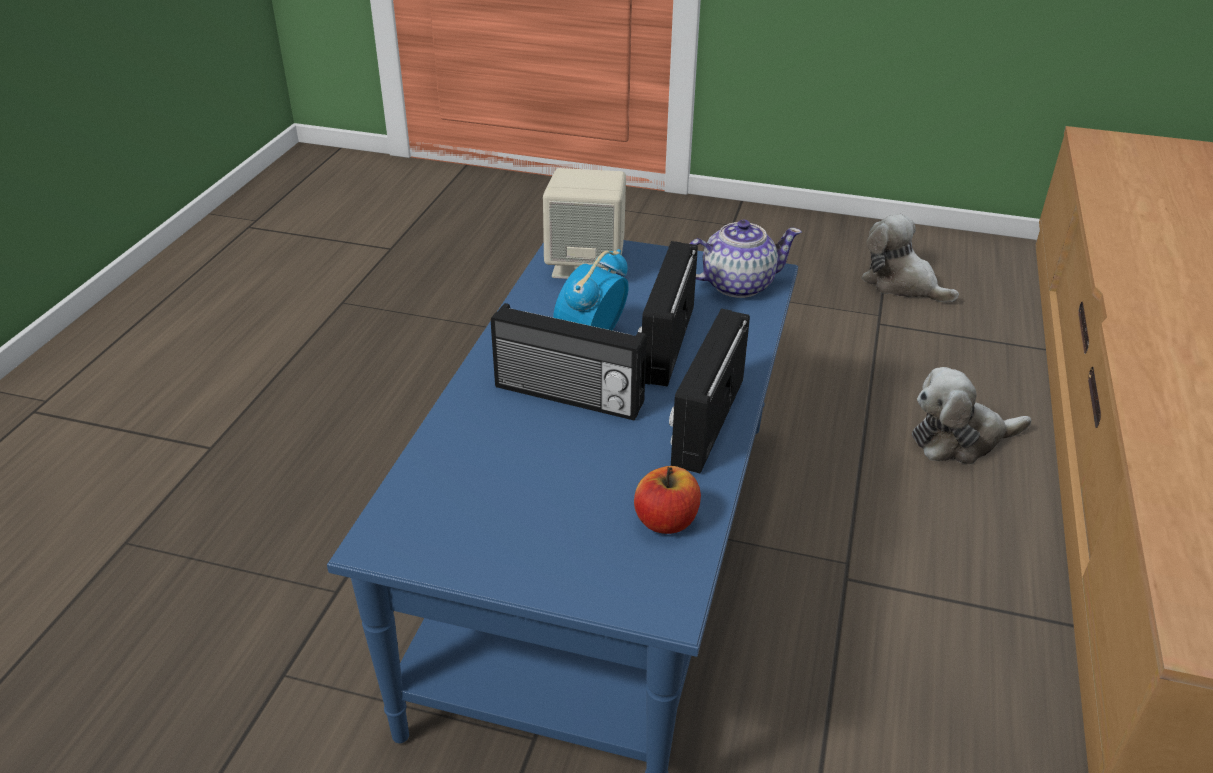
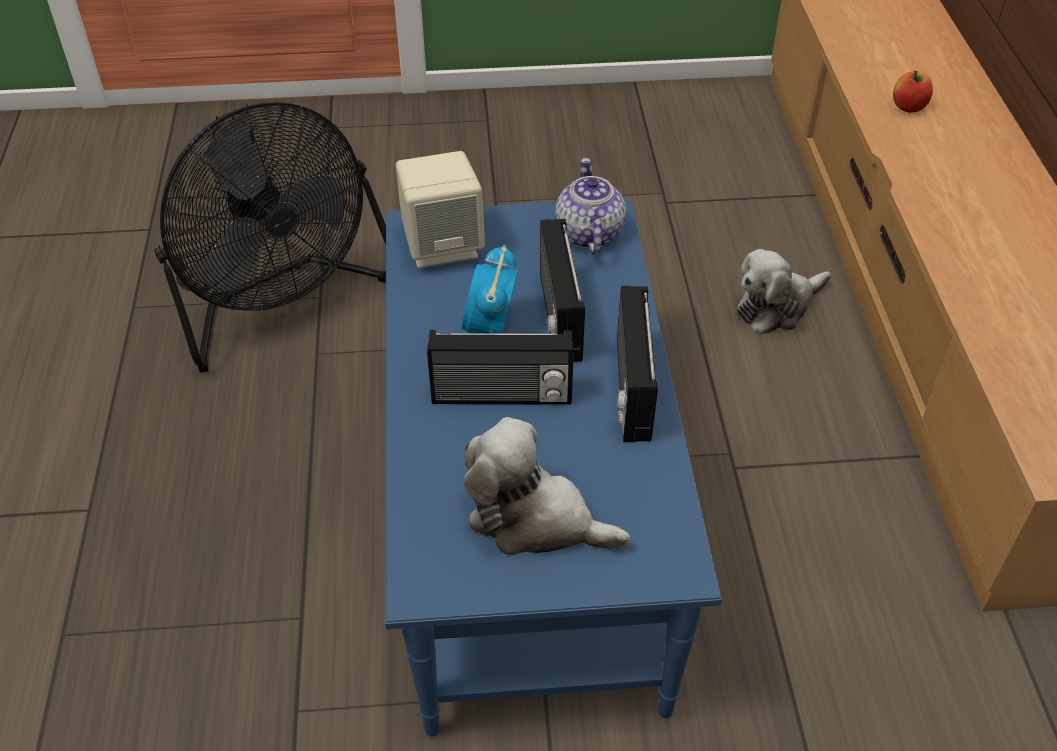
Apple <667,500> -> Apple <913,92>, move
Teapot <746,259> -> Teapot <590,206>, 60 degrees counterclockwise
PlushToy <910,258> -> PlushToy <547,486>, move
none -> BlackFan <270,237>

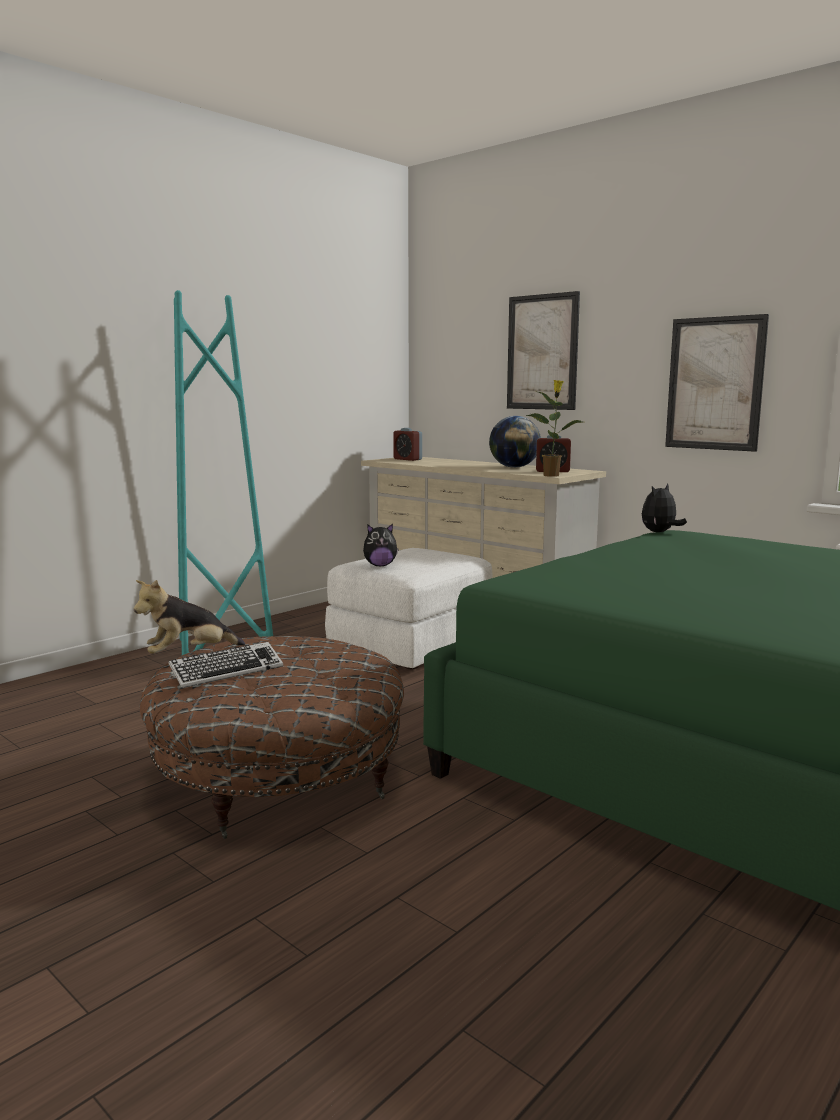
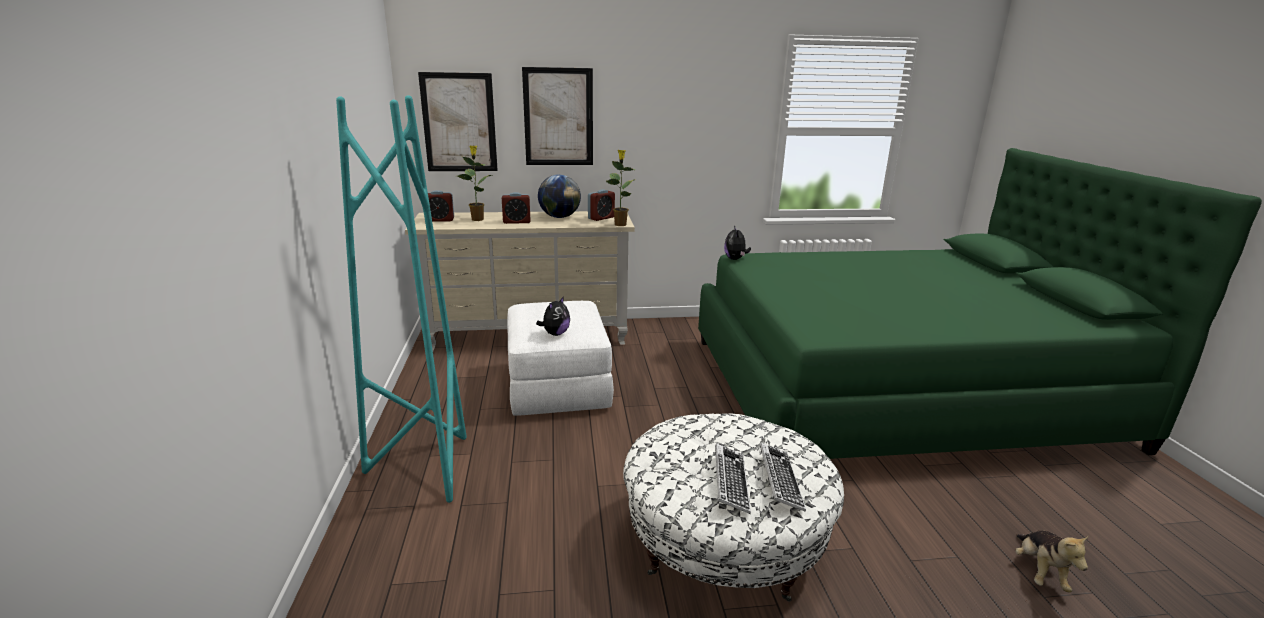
PlushToy <189,617> -> PlushToy <1052,561>, move
BrownOttoman <272,737> -> WhiteOttoman <733,507>
Picture <717,383> -> Picture <458,121>, move
none -> PottedPlant <475,183>
none -> AlarmClock <516,208>
none -> Keyboard <783,477>

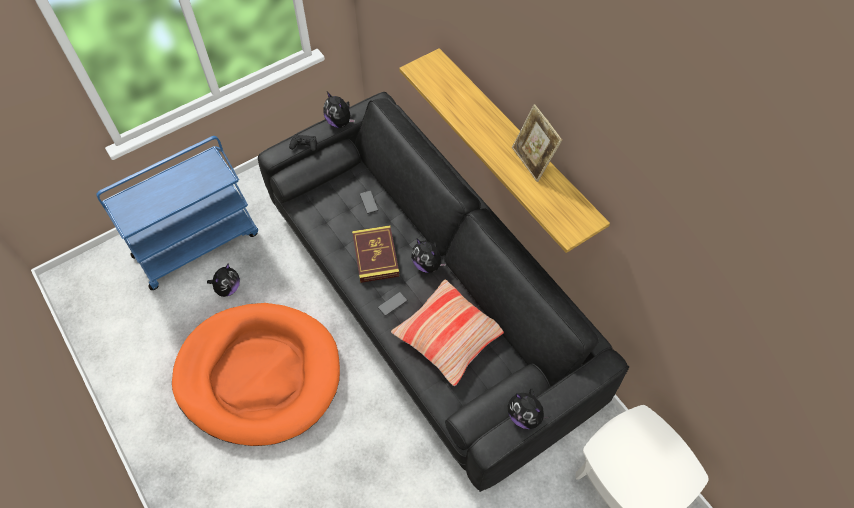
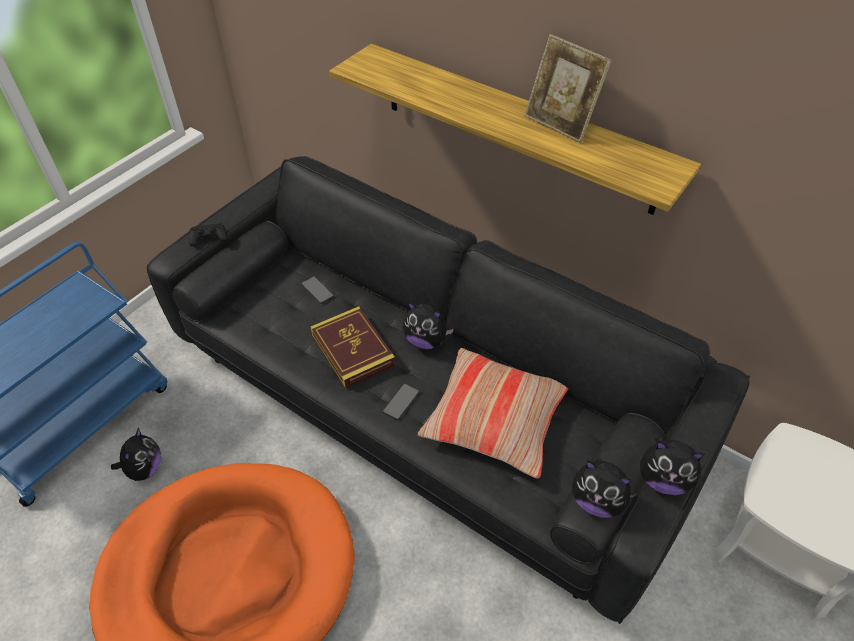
PlushToy <339,110> -> PlushToy <605,488>, move

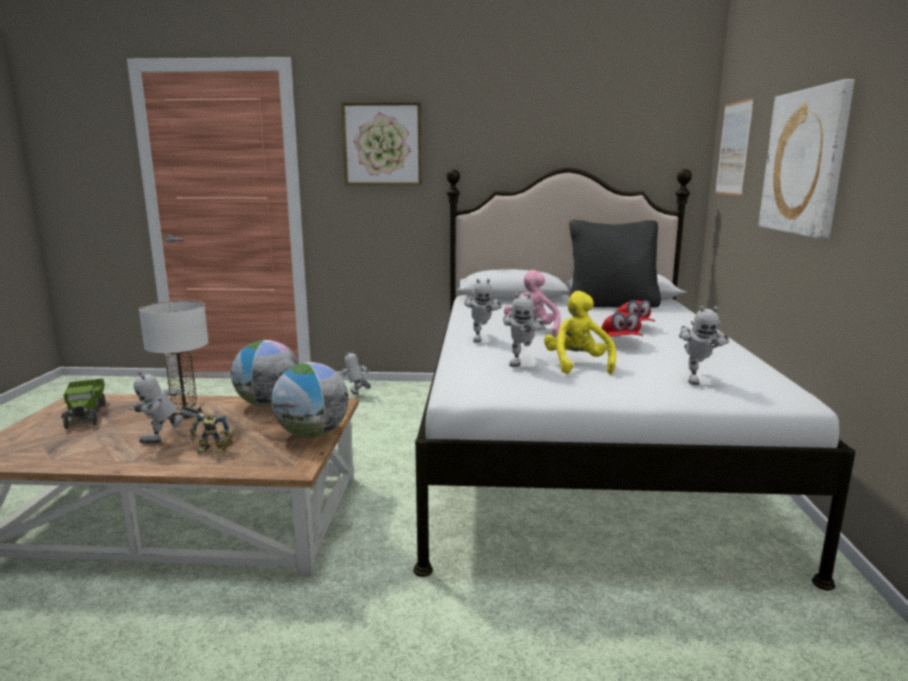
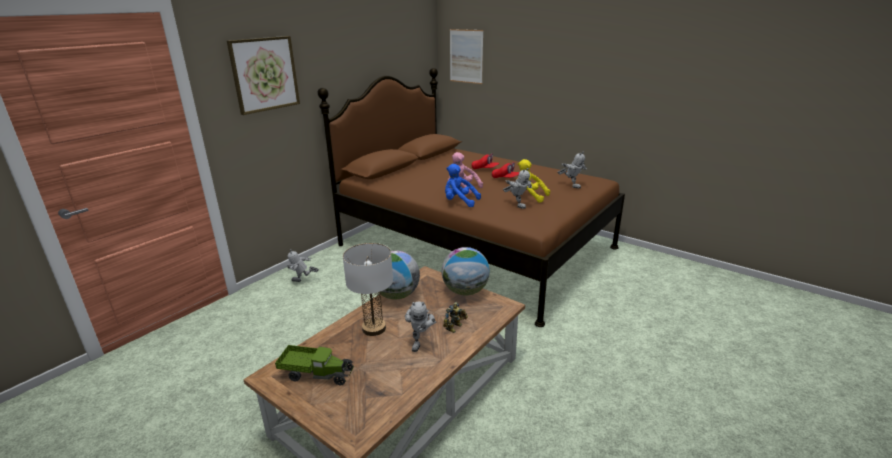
WhiteBed <634,379> -> BrownBed <471,197>
ToyRobot <483,311> -> BluePlushToy <463,185>
BlackPillow <615,264> -> none
Picture <806,159> -> none

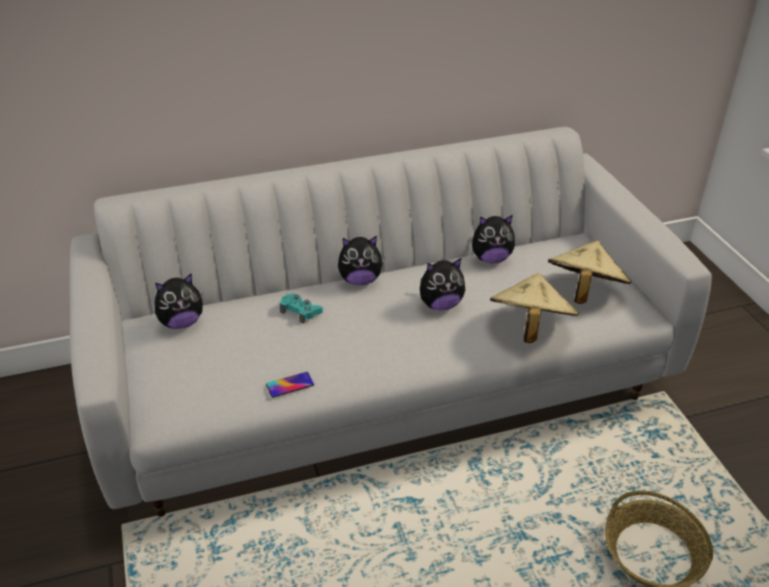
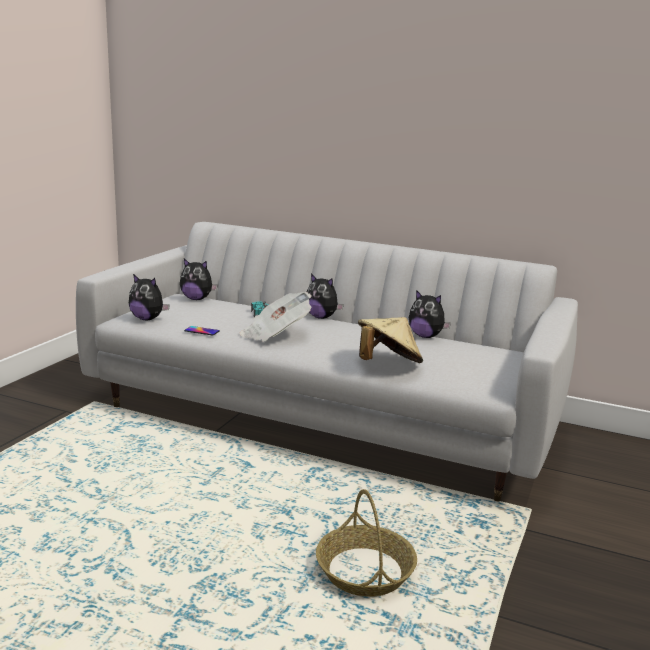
PlushToy <442,284> -> PlushToy <149,297>, move
BeigeHat <589,272> -> none
none -> Newspaper <276,316>

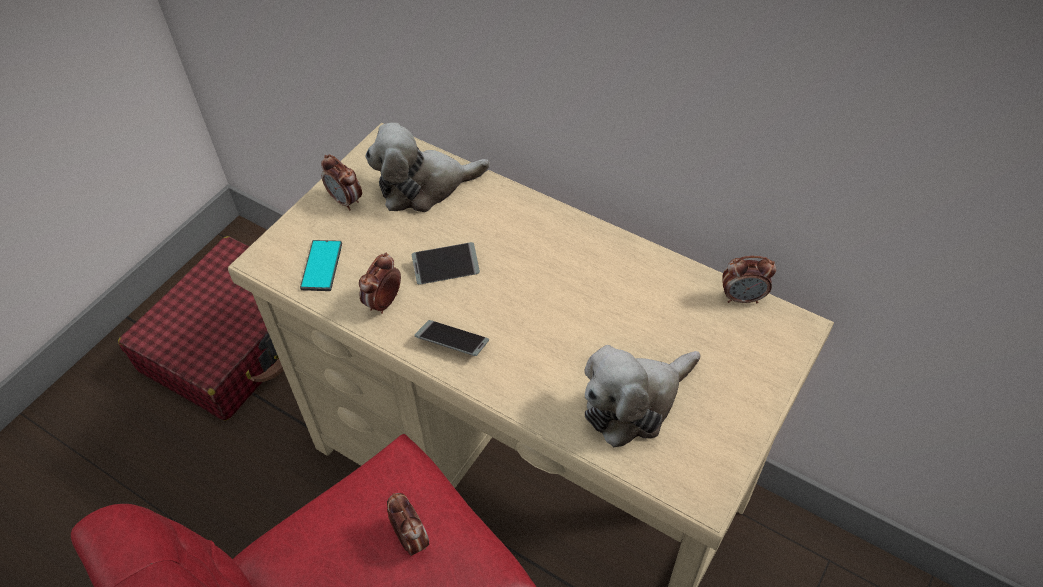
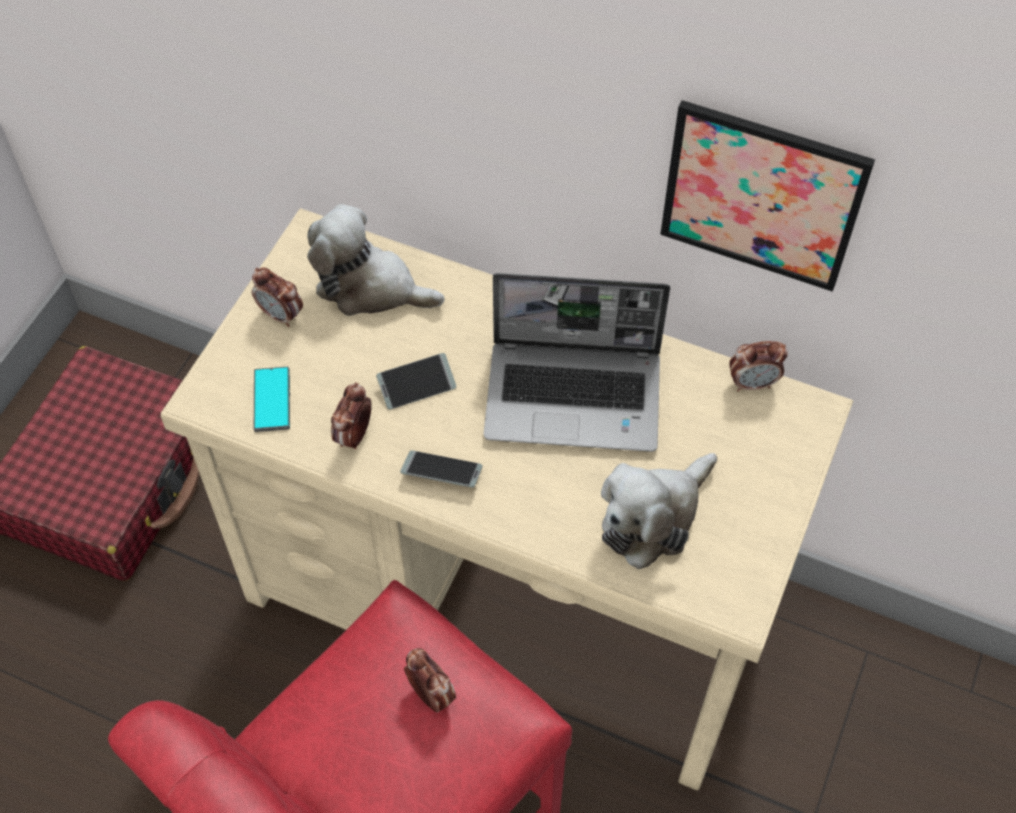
PlushToy <427,167> -> PlushToy <376,260>, 45 degrees clockwise
none -> Laptop <577,362>
none -> Picture <767,196>

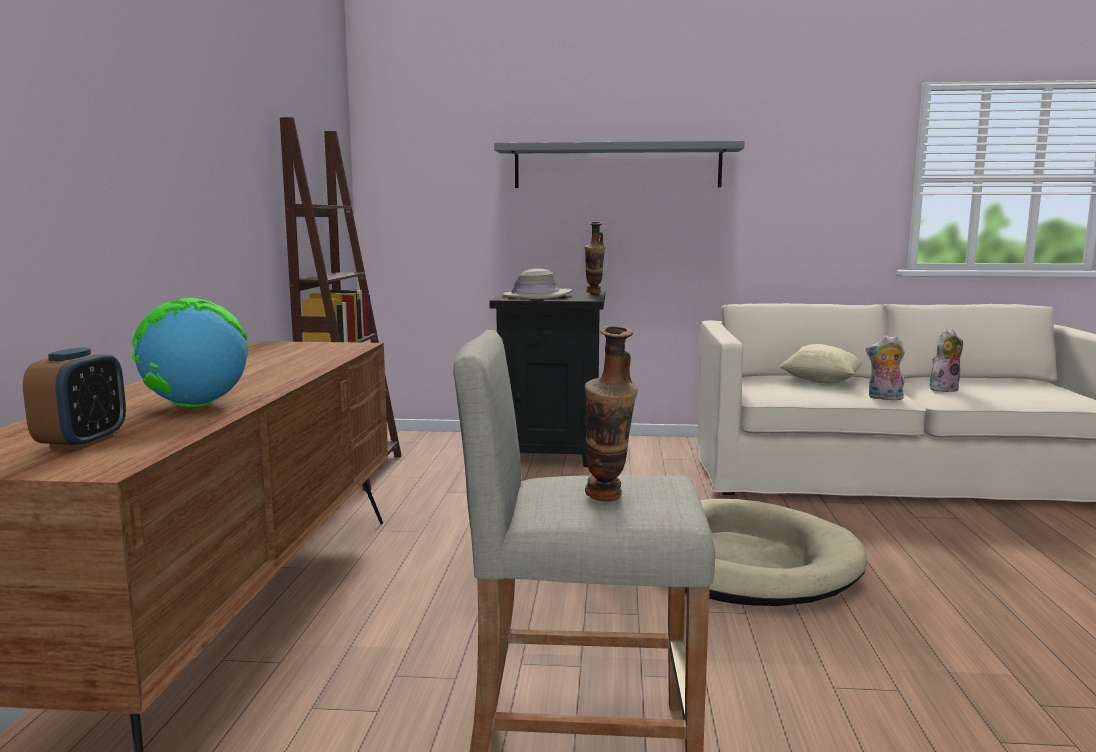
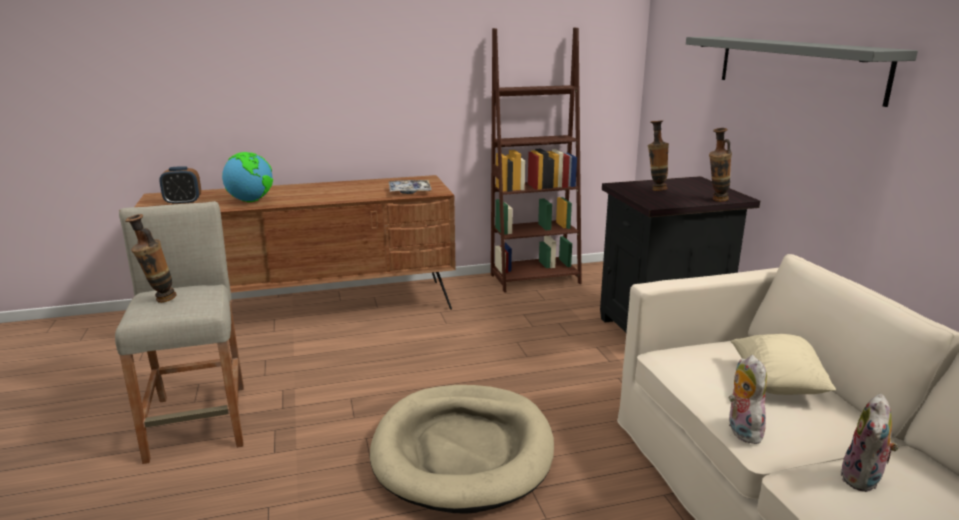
BeigeHat <537,284> -> Vase <658,155>
PlushToy <946,360> -> PlushToy <869,443>, 75 degrees clockwise
none -> Tray <410,187>

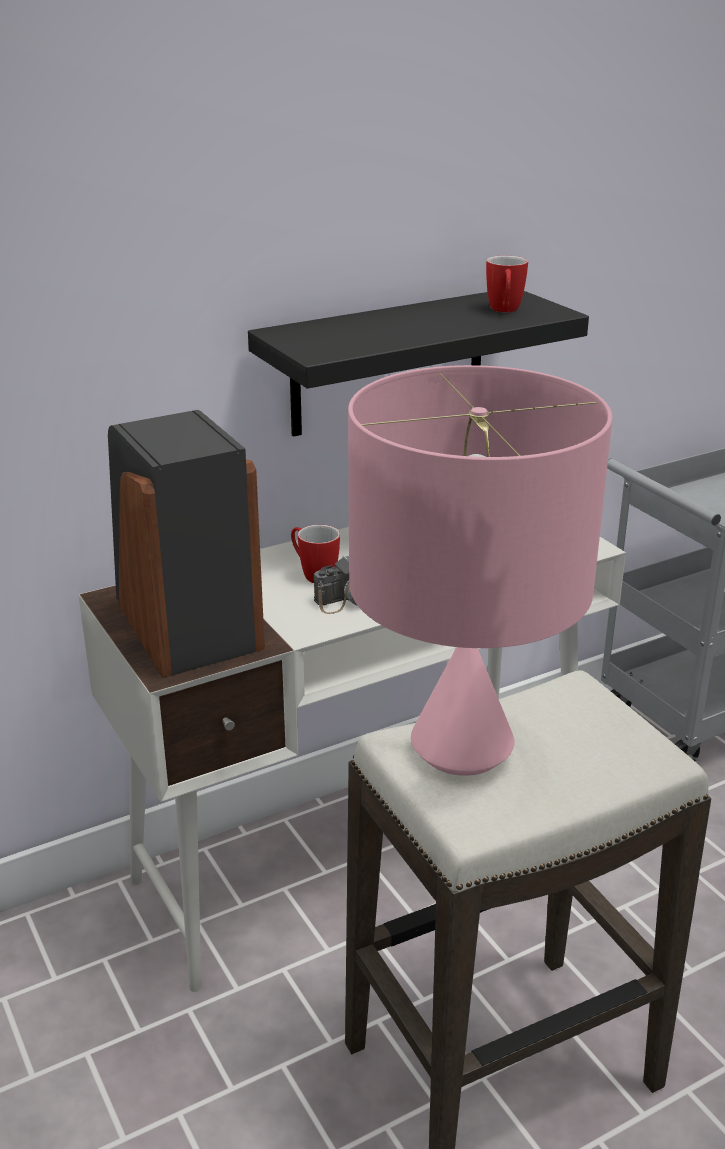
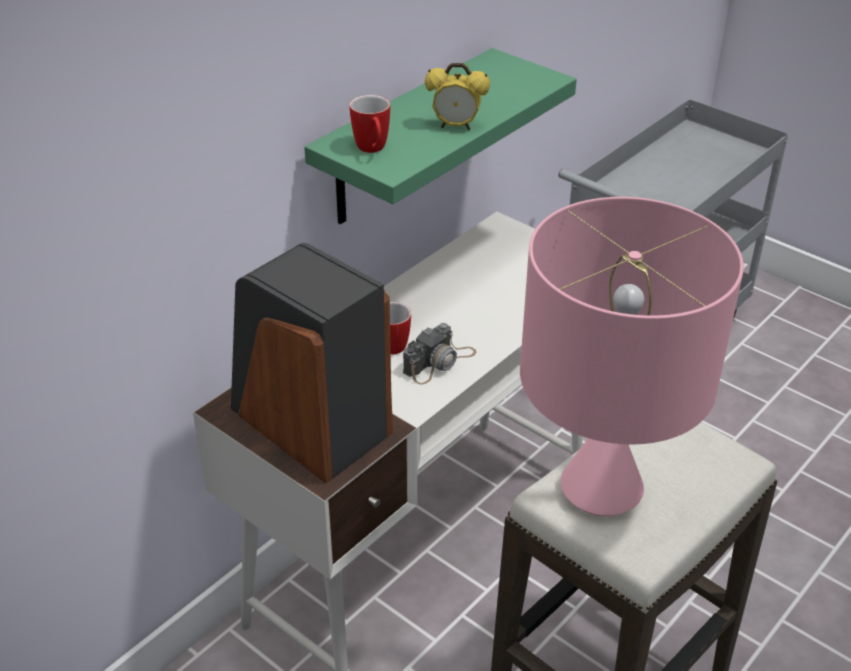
BlackShelf <418,364> -> GreenShelf <440,136>
Mug <507,284> -> Mug <369,124>, move
none -> AlarmClock <457,96>

